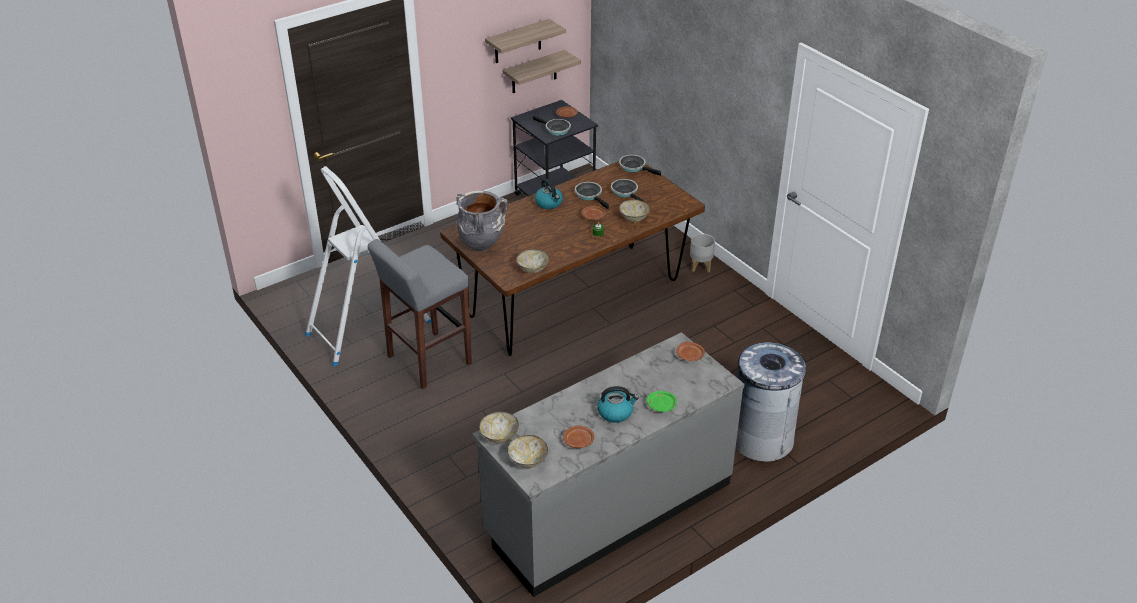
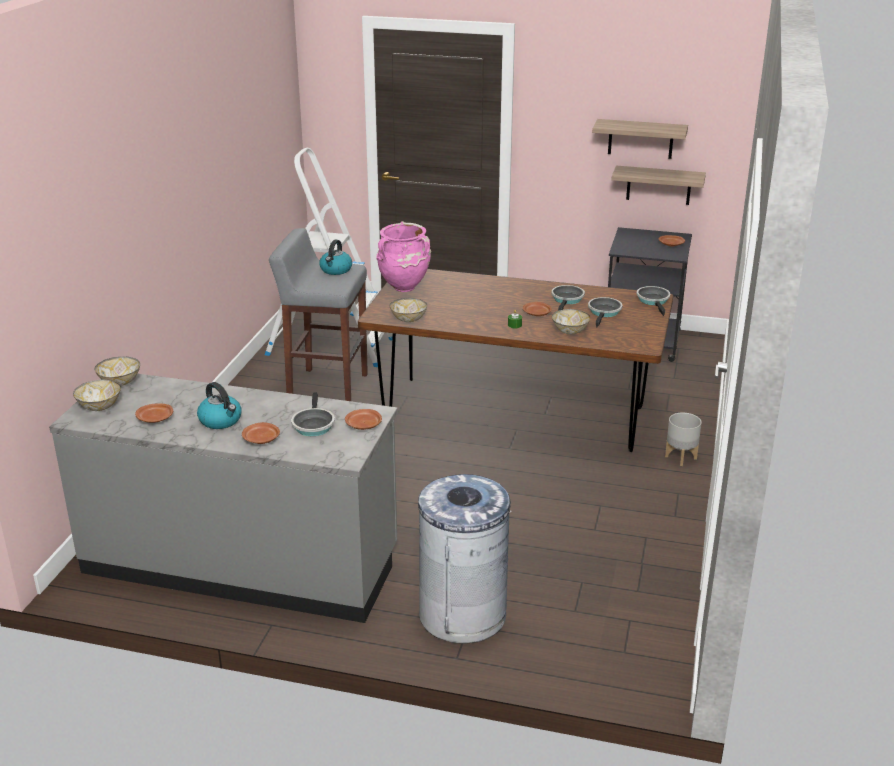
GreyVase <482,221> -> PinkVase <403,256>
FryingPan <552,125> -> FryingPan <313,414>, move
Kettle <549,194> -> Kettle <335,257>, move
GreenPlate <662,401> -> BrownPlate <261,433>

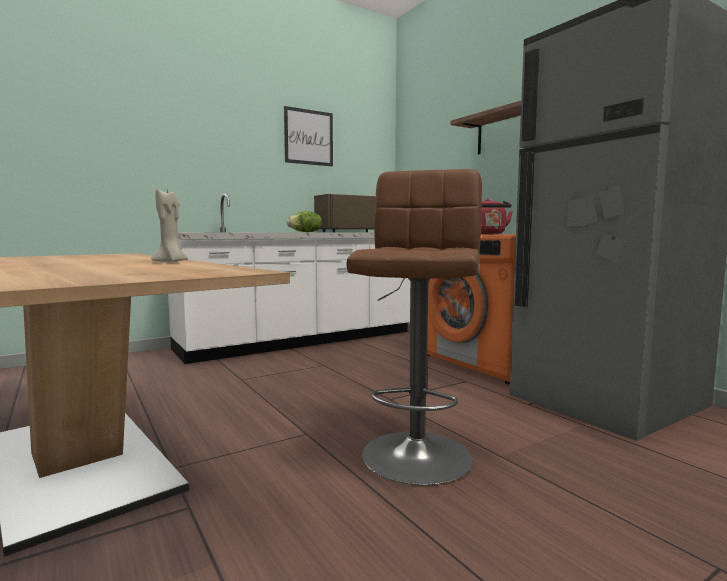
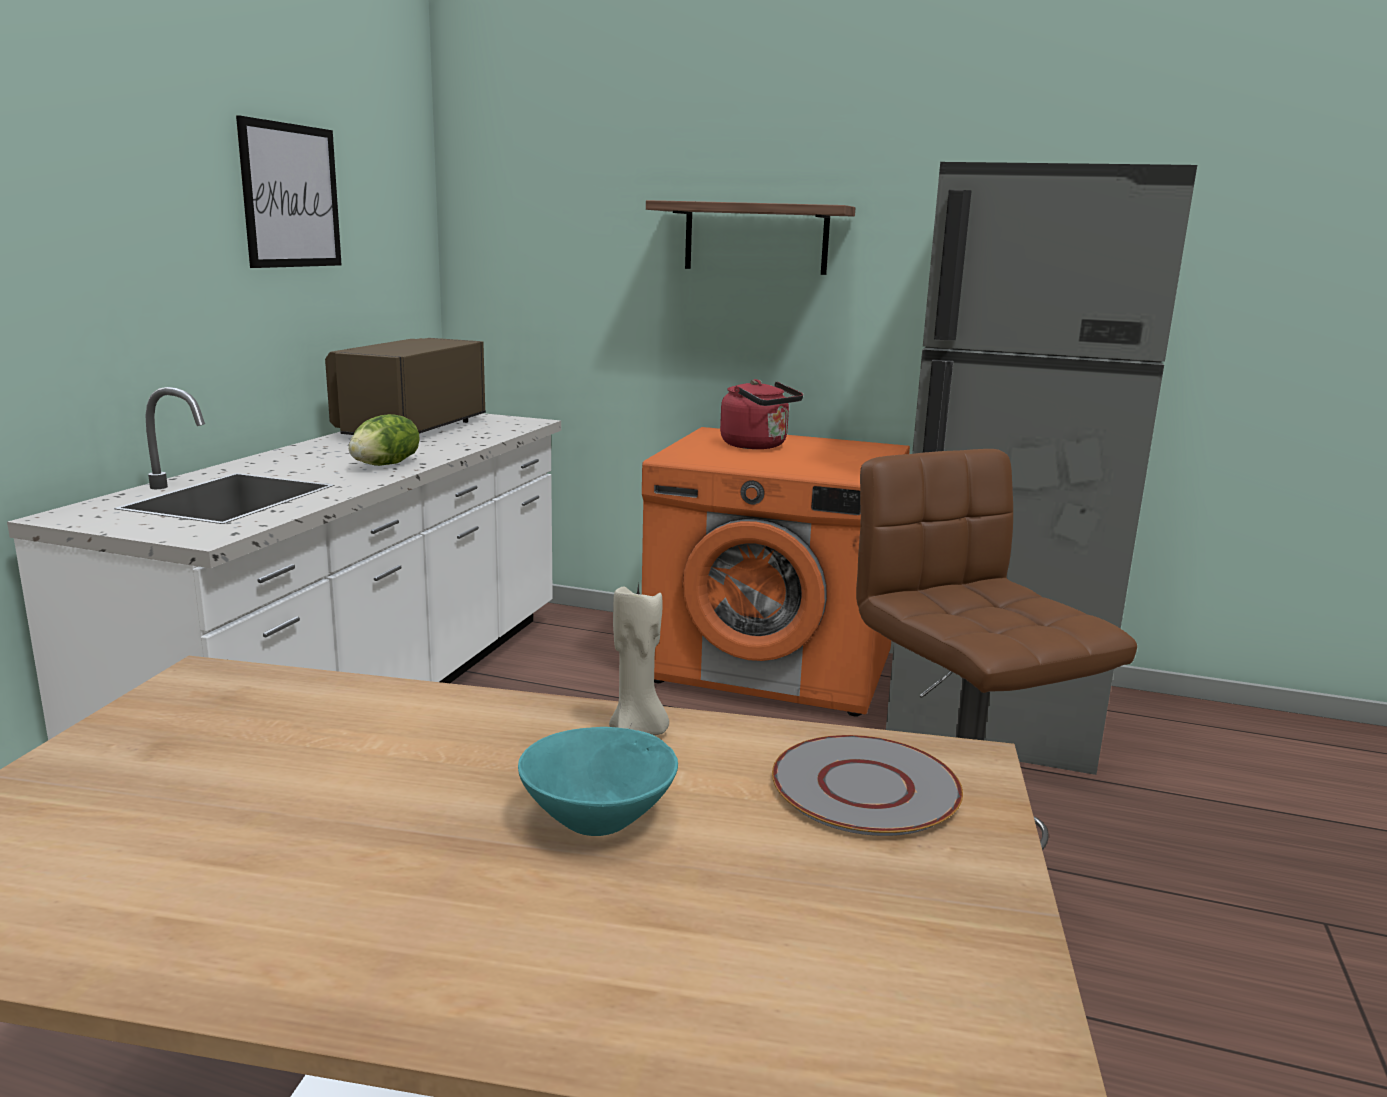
none -> TurquoiseBowl <598,781>
none -> GreyPlate <867,785>

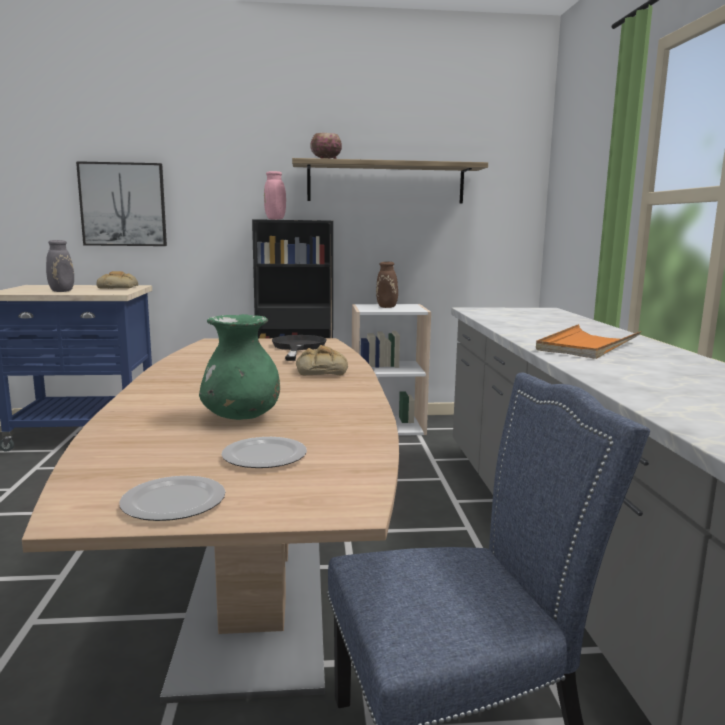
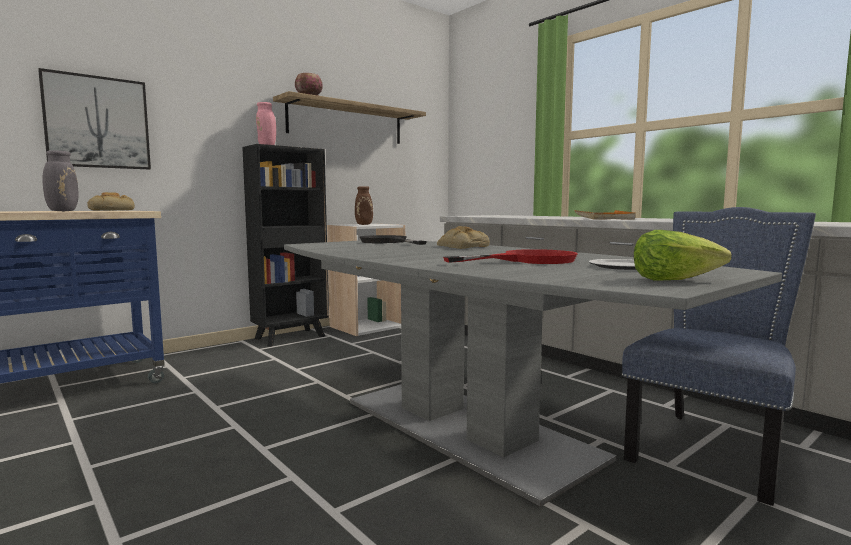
BrownDiningTable <210,521> -> GreyDiningTable <533,373>
Plate <172,498> -> Lettuce <683,255>
GreenVase <239,367> -> RedFryingPan <510,256>

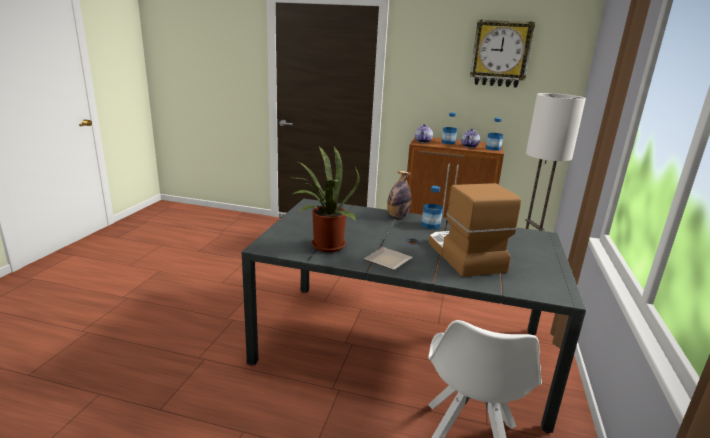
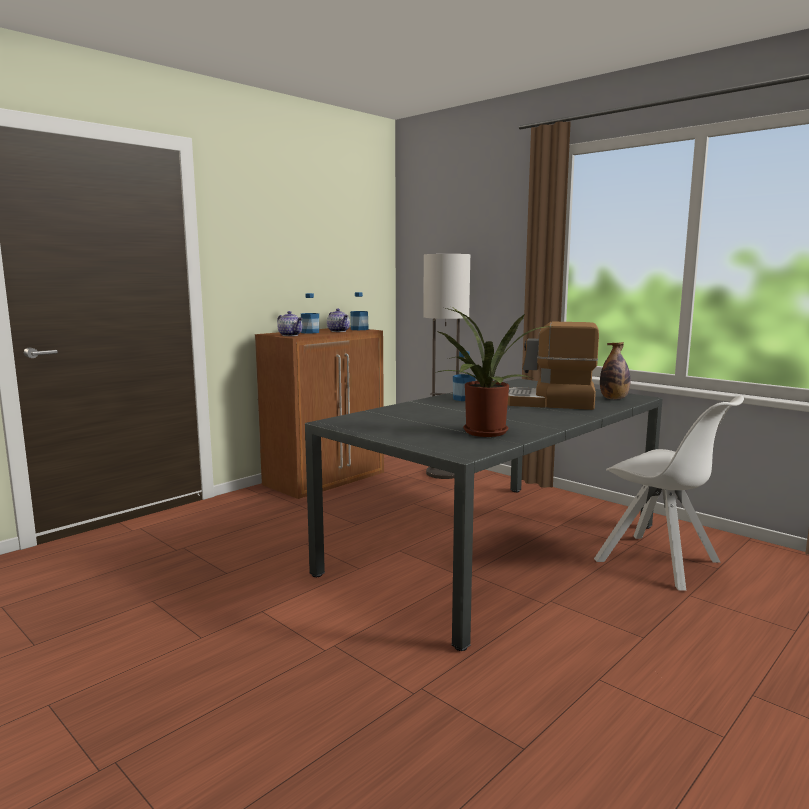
Plate <388,258> -> none
Bottle <399,194> -> Bottle <615,370>, move
WallClock <502,54> -> none

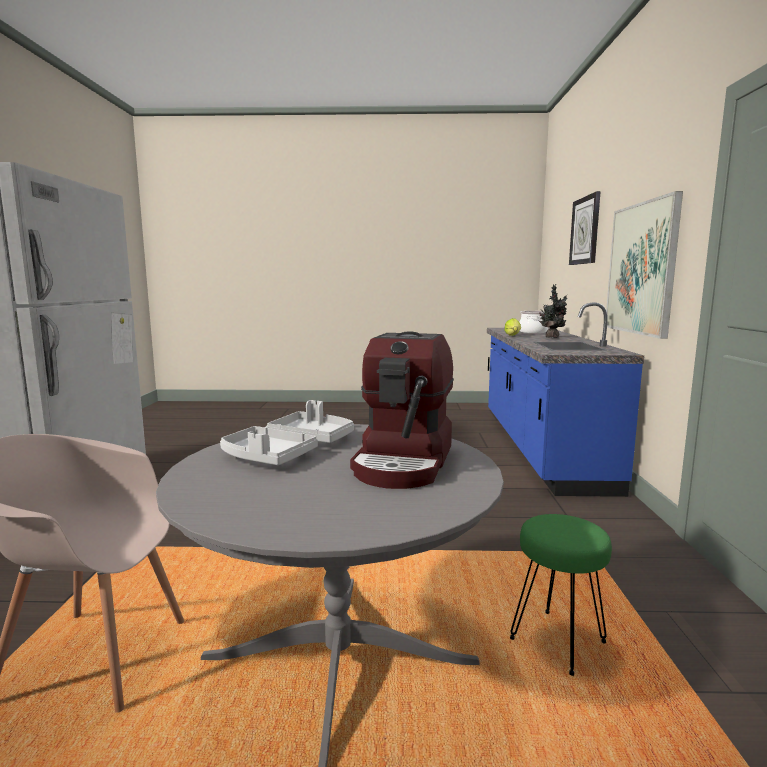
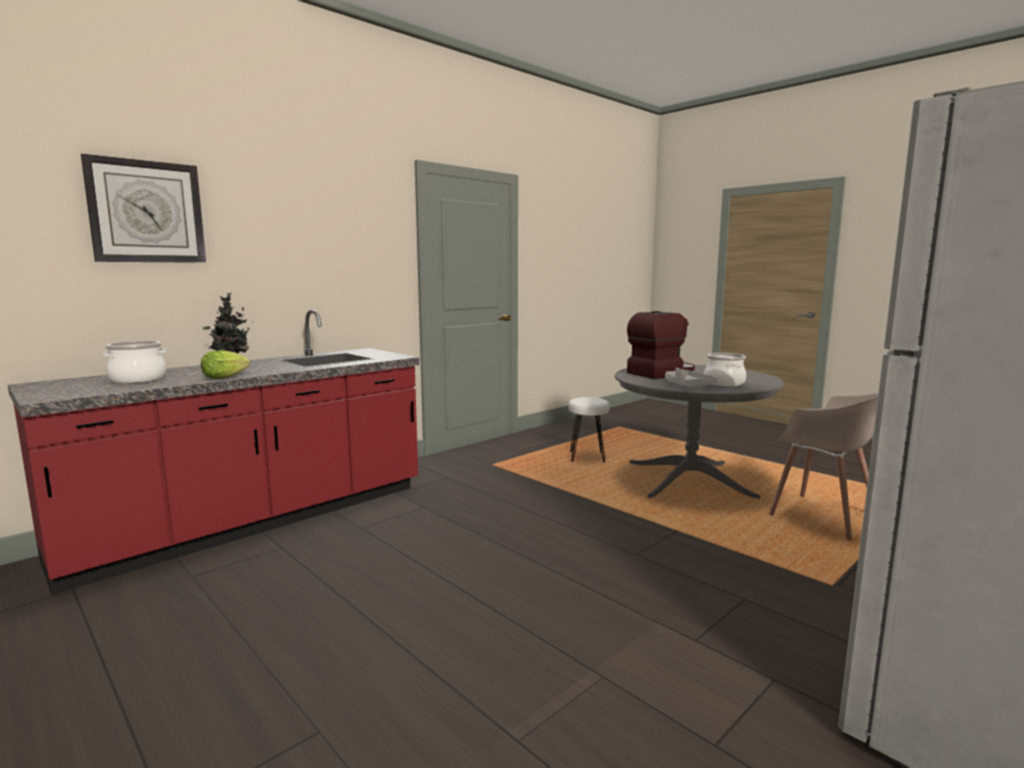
GreyTray <269,445> -> CookingPot <725,369>
BlueCounter <565,400> -> RedCounter <214,452>
GreenStool <561,595> -> WhiteStool <589,429>
Picture <644,265> -> none

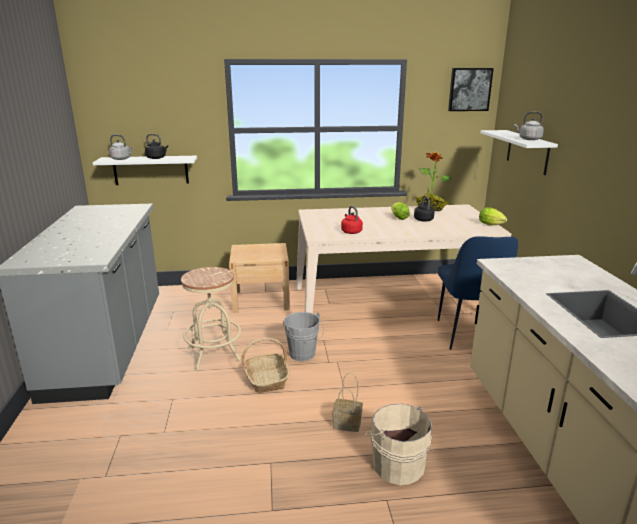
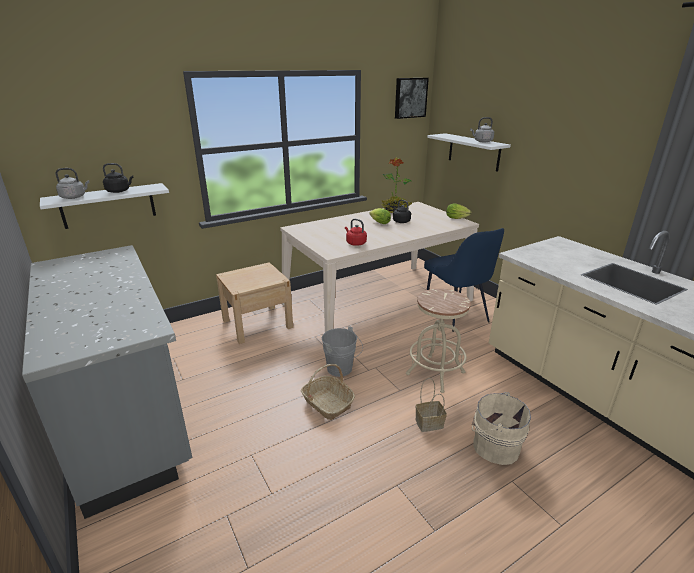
BeigeStool <211,318> -> BeigeStool <438,341>, move

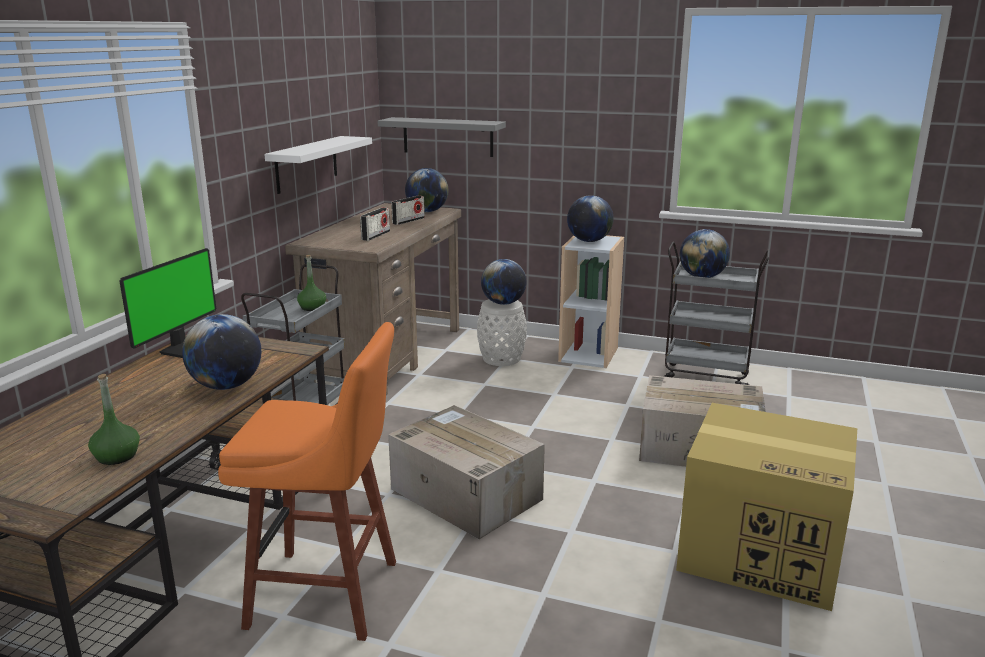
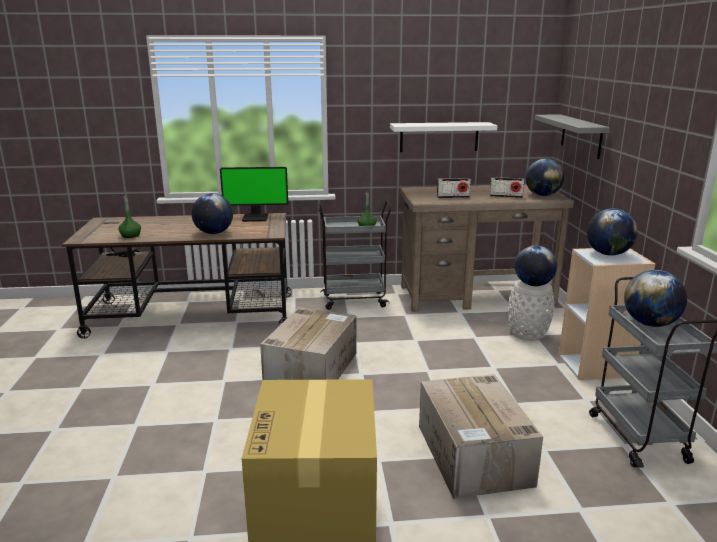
OrangeStool <307,481> -> none

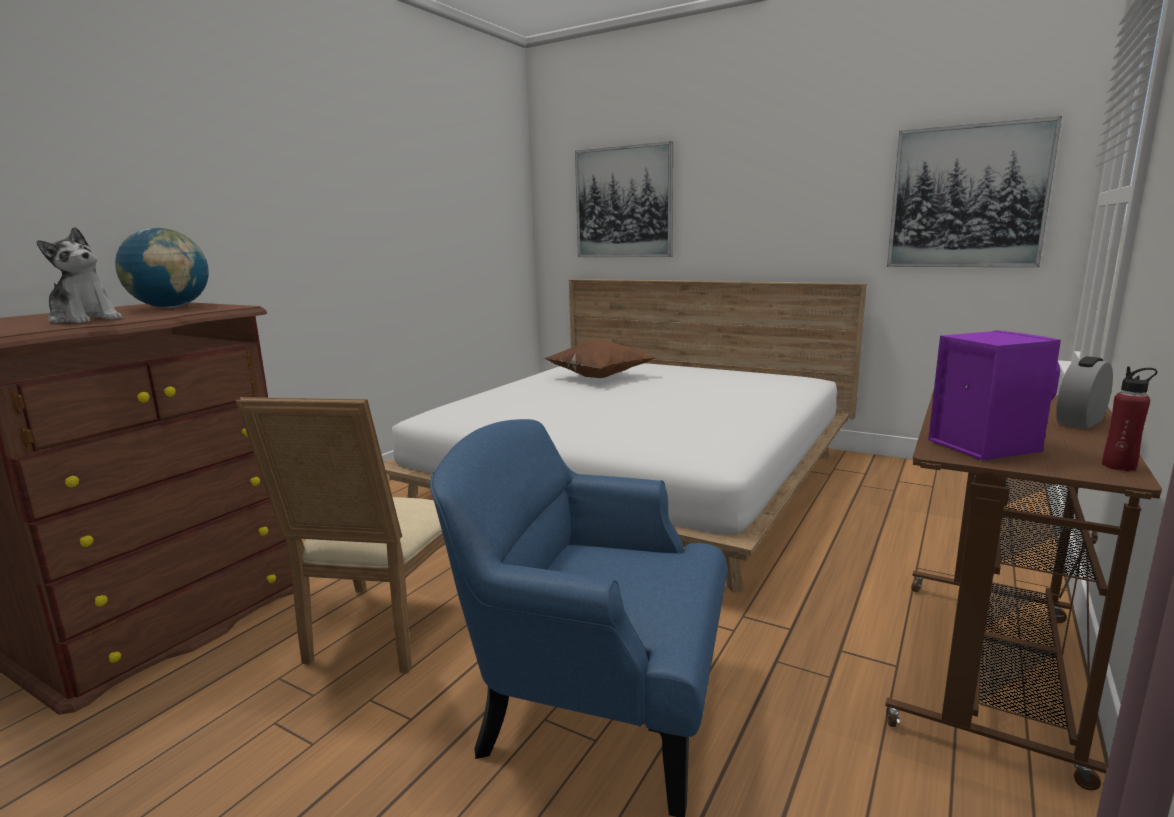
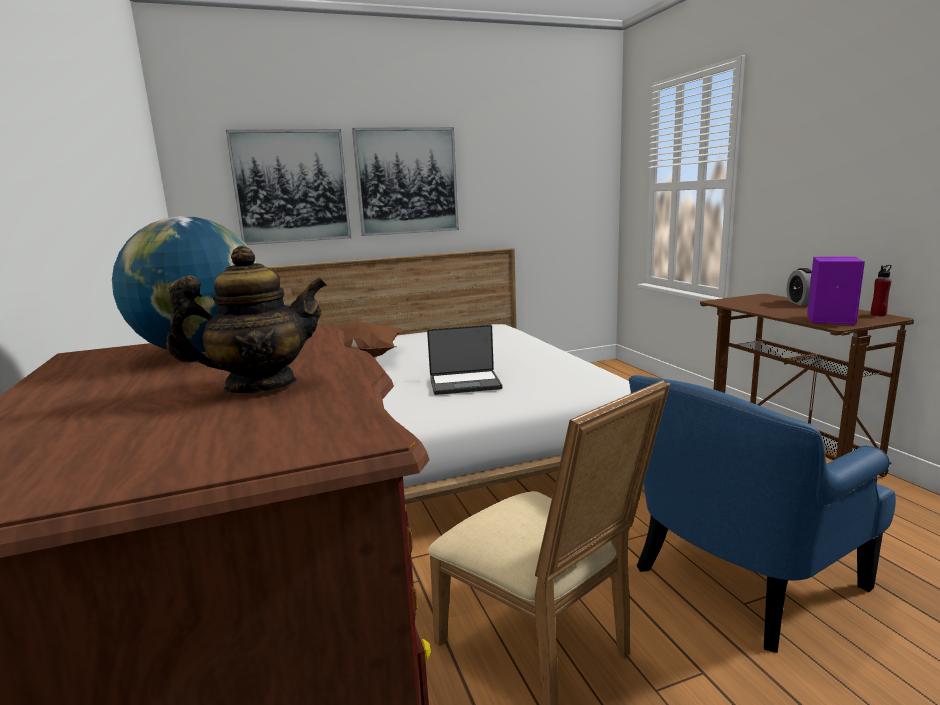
PlushToy <79,275> -> Teapot <246,319>
Picture <974,191> -> Picture <405,181>, move
none -> Laptop <465,360>

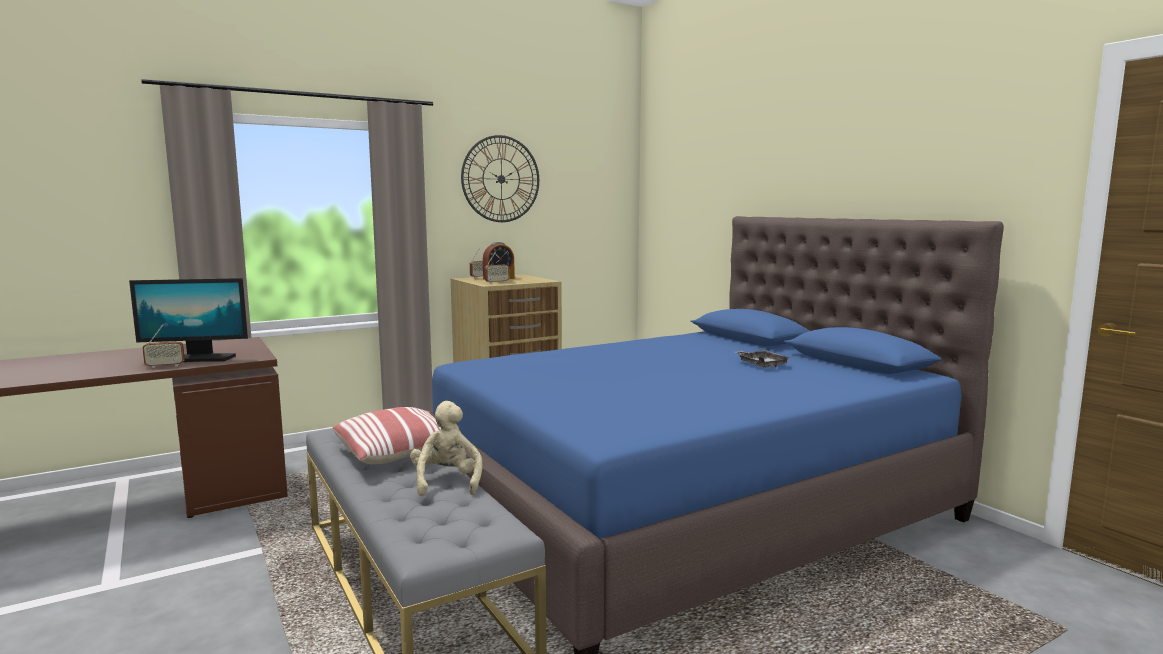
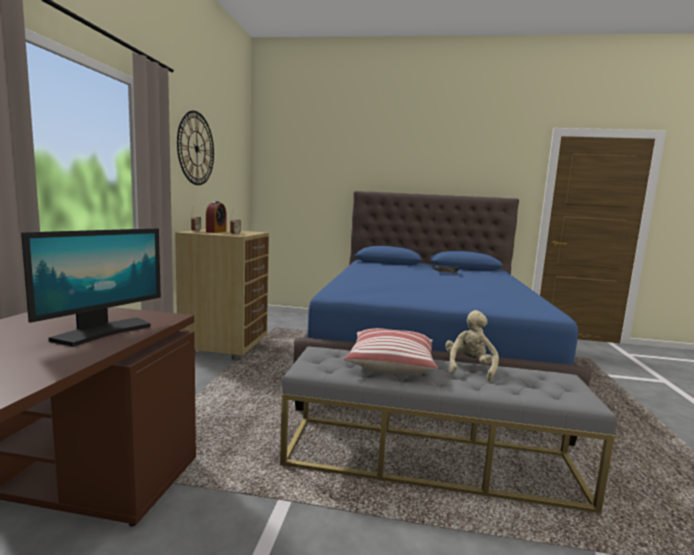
Radio <163,346> -> none
BeigePlushToy <446,448> -> BeigePlushToy <472,345>, 75 degrees clockwise

